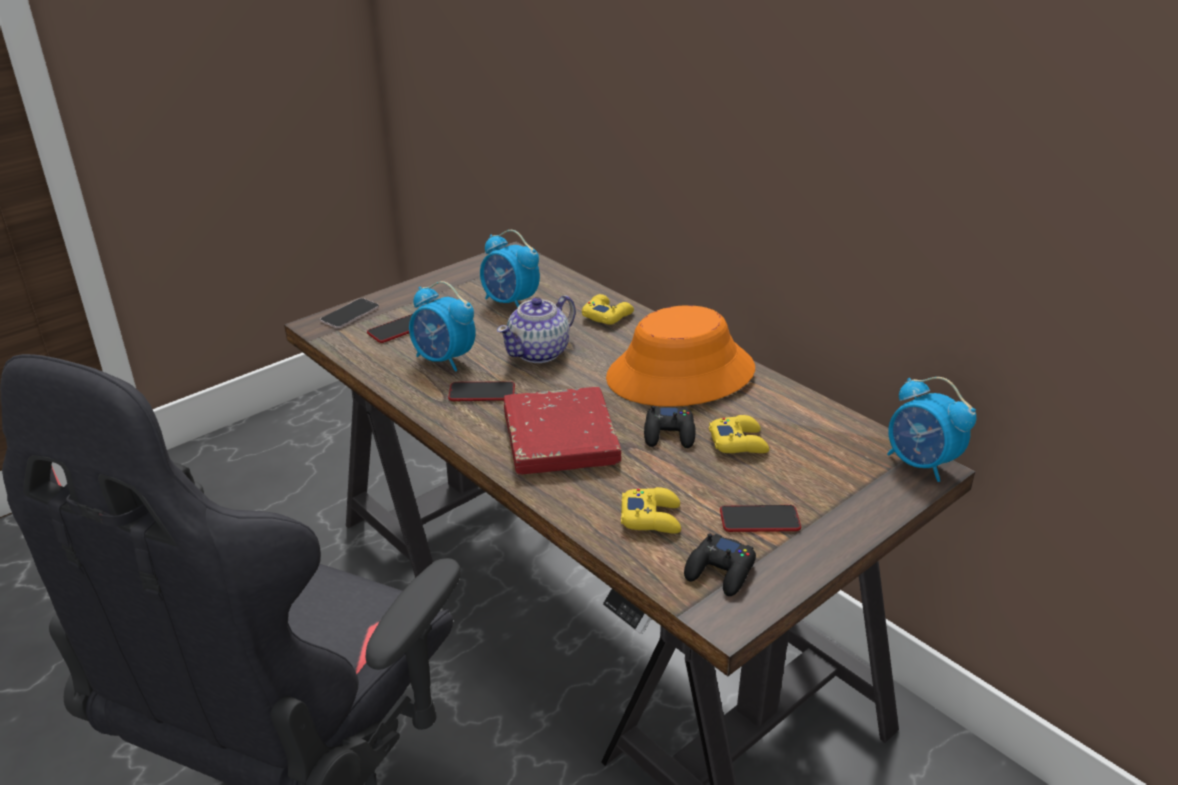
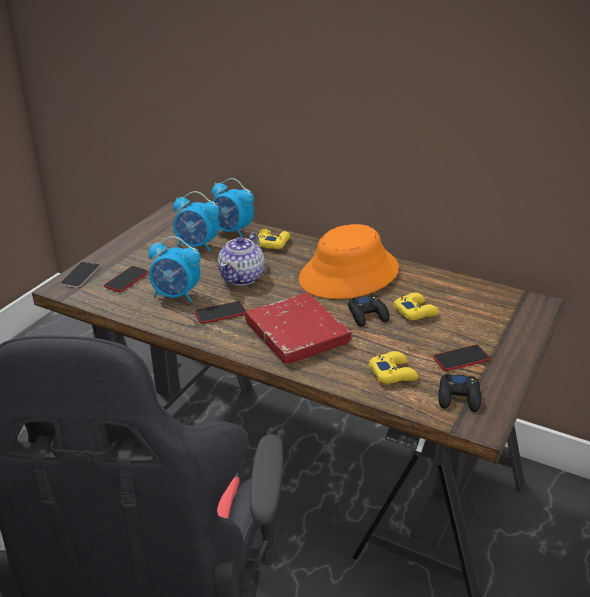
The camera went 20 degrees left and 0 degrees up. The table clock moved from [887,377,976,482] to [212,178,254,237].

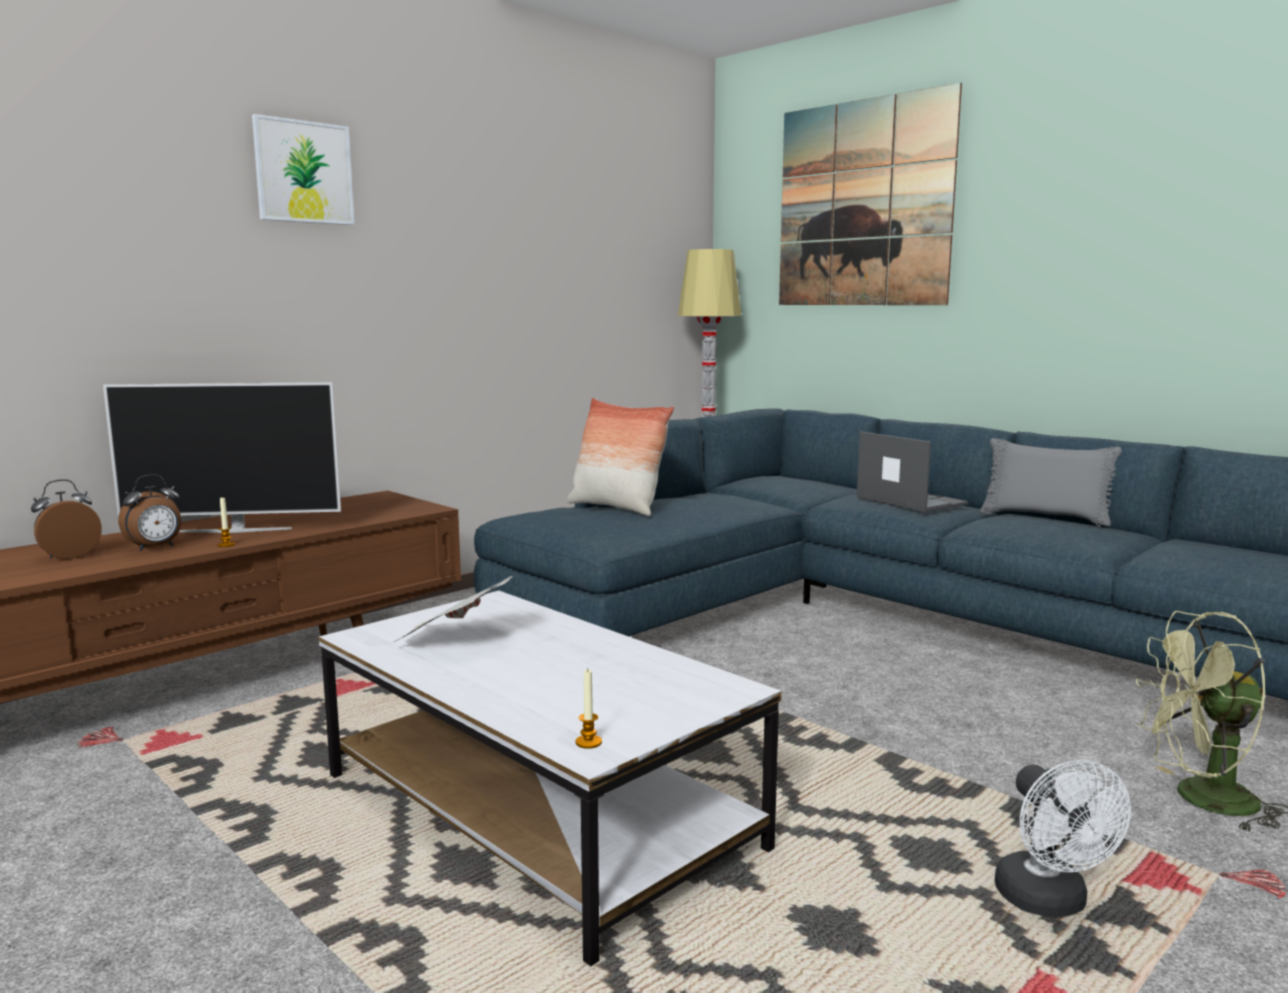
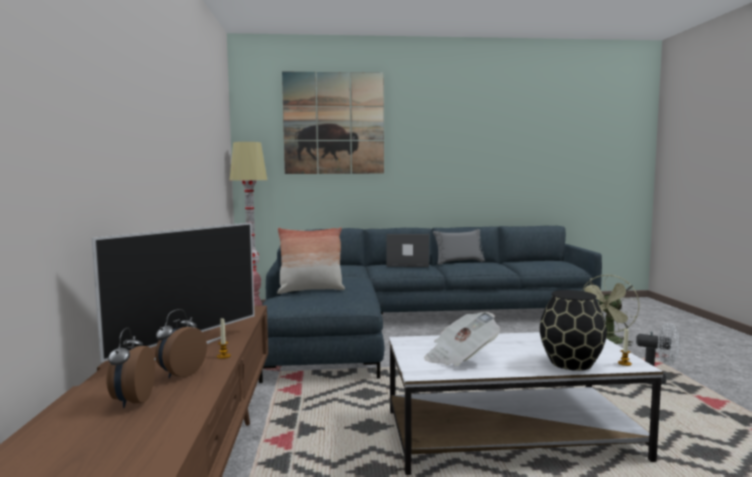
The camera went 50 degrees left and 5 degrees down. The picture at [252,114,354,225] disappeared. The vase (black) at [540,290,607,371] appeared. The table clock at [118,474,182,551] turned 150 degrees counterclockwise.

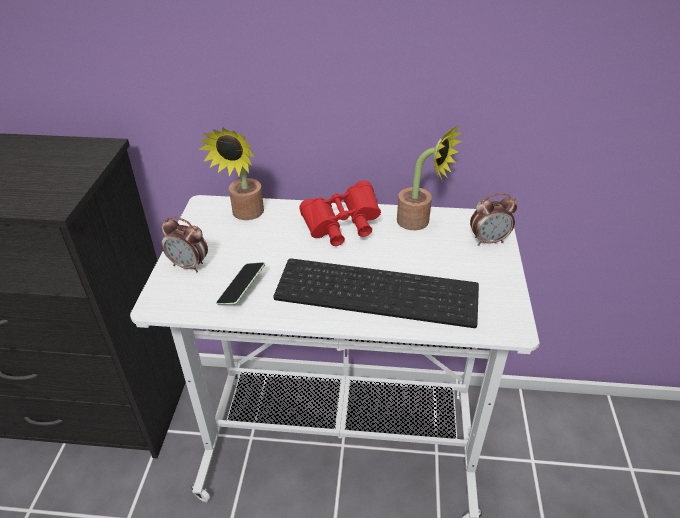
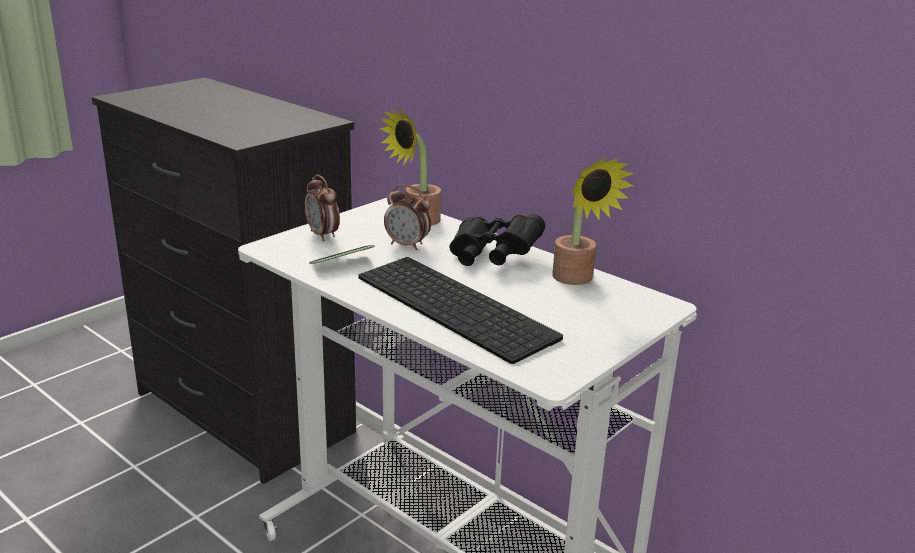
The camera went 35 degrees right and 15 degrees down. The table clock moved from [470,193,517,246] to [384,185,431,250]. The binoculars (red-coloured) at [299,180,381,246] became the binoculars (black) at [450,214,545,266].

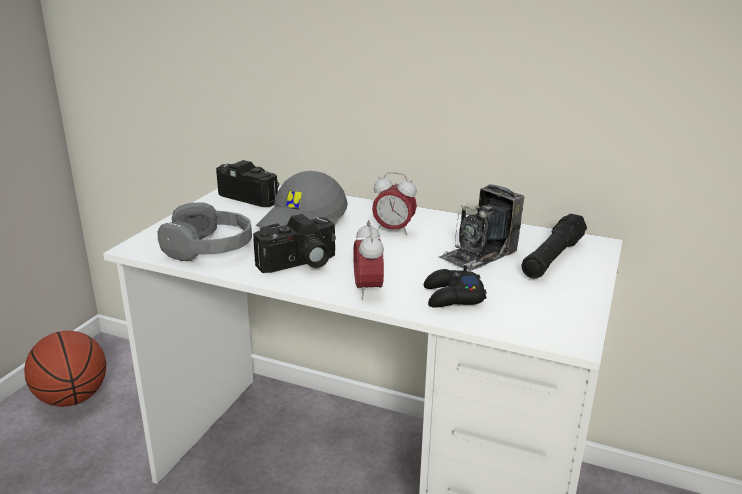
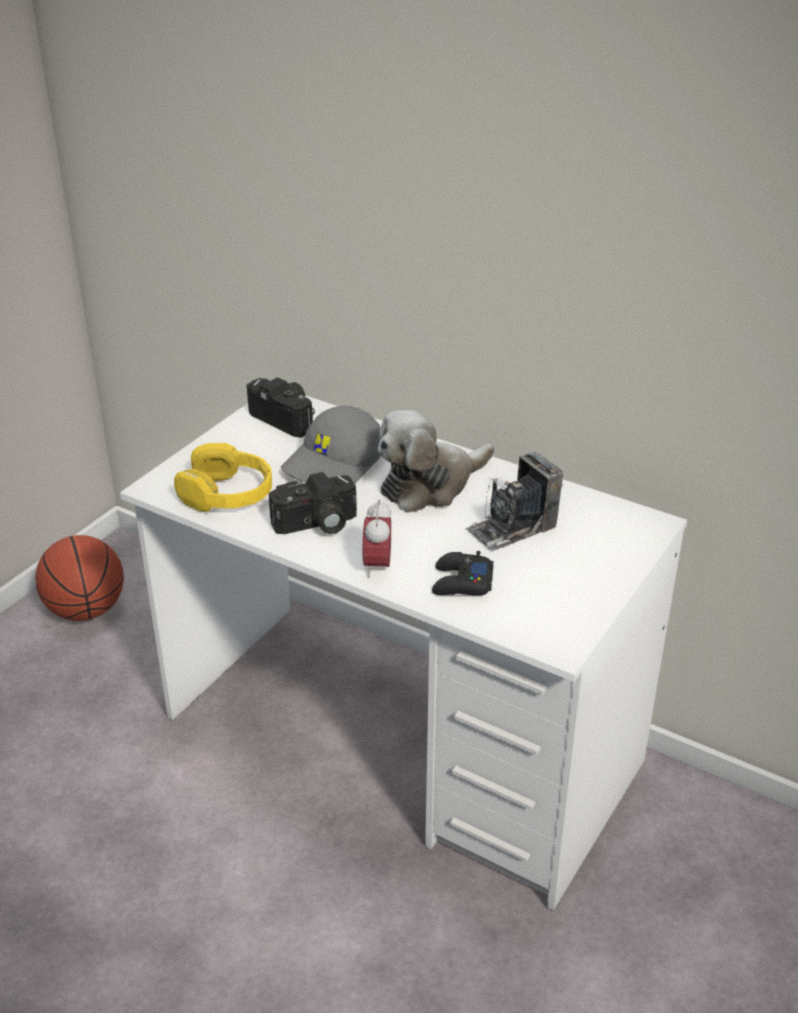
The camera went 10 degrees right and 10 degrees up. The torch (black) at [522,214,587,279] disappeared. The table clock at [372,172,417,235] was replaced by the plush toy at [378,410,494,513]. The headset (gray) at [158,203,252,261] became the headset (yellow) at [174,443,272,512].

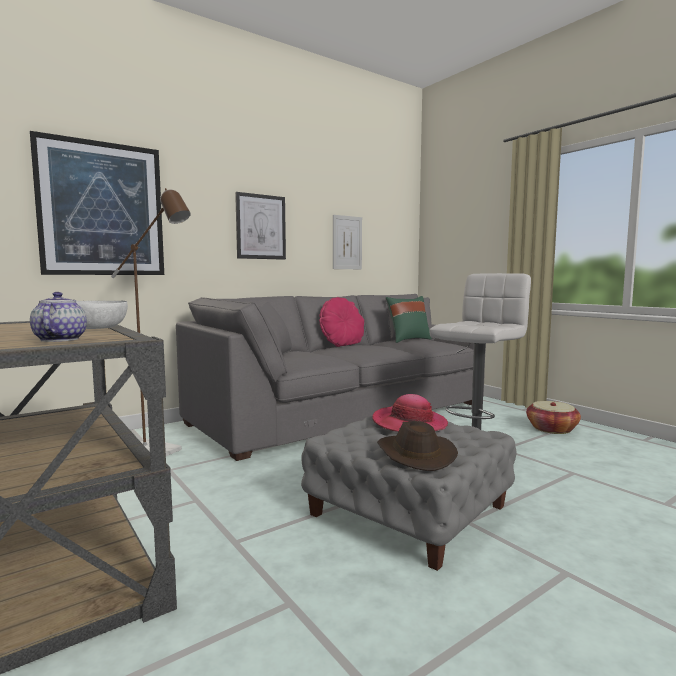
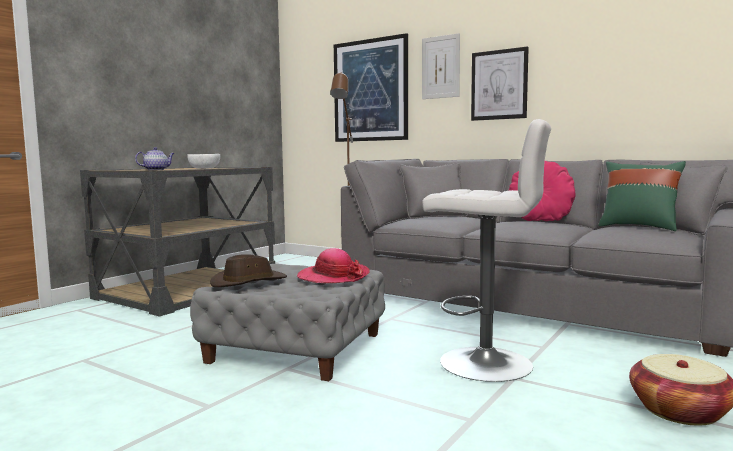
The camera went 70 degrees right and 0 degrees up. The picture moved from [333,215,362,269] to [422,33,460,99].

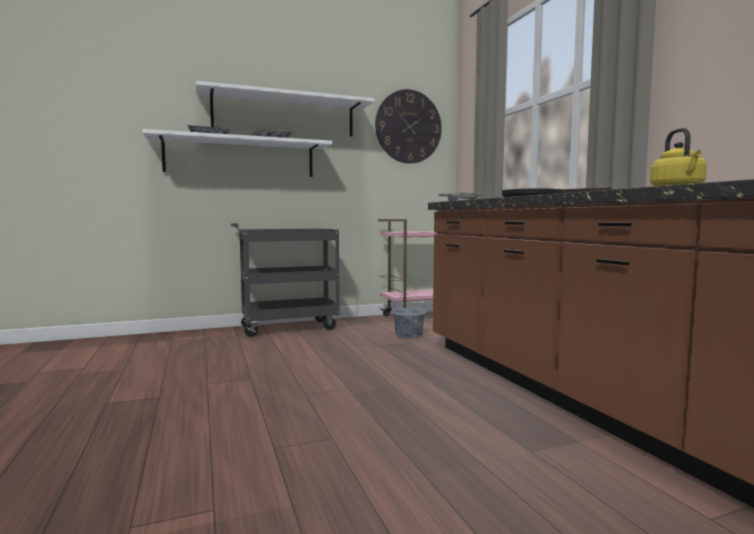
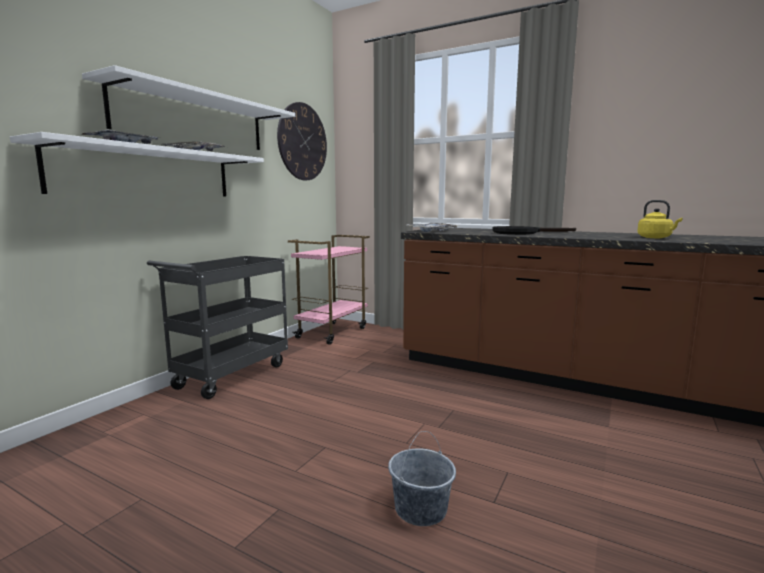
The camera went 40 degrees left and 5 degrees up. The bucket (gray) moved from [392,292,426,338] to [388,431,456,526].

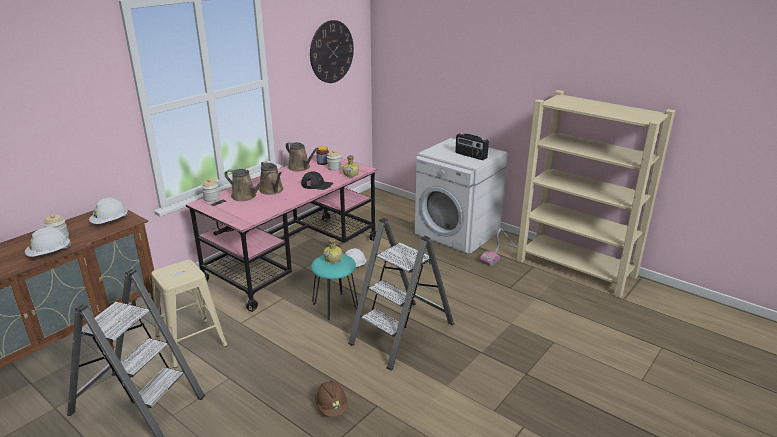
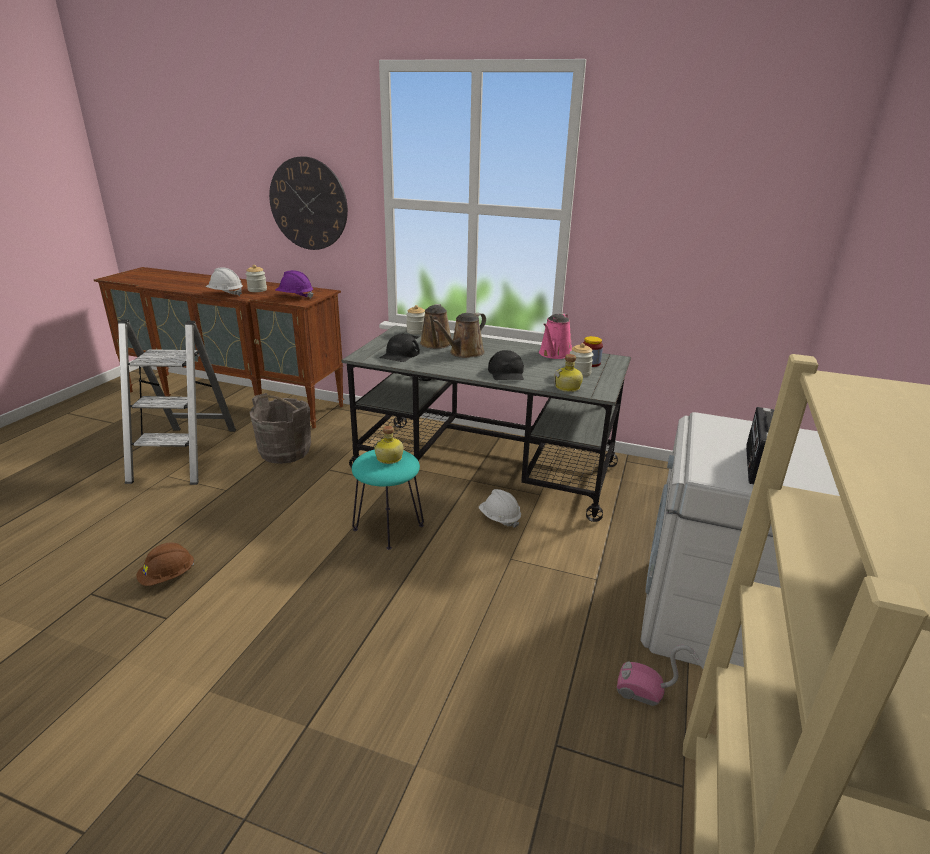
The camera went 70 degrees right and 0 degrees up. The stepladder (gray) at [348,218,454,371] disappeared. The cap (black) at [380,334,420,362] appeared. The clock on the wall moved from [310,20,354,83] to [269,156,348,250]. The stool seat (sand-coloured) at [151,260,228,368] was replaced by the bucket (gray) at [249,393,311,464]. The hard hat (whitish) at [89,198,128,224] became the hard hat (purplish) at [275,270,313,299]. The desk table (pinkish) at [186,155,378,312] became the desk table (gray) at [342,325,631,522]. The watering pot (brownish) at [286,142,319,171] became the watering pot (pinkish) at [539,313,572,359].

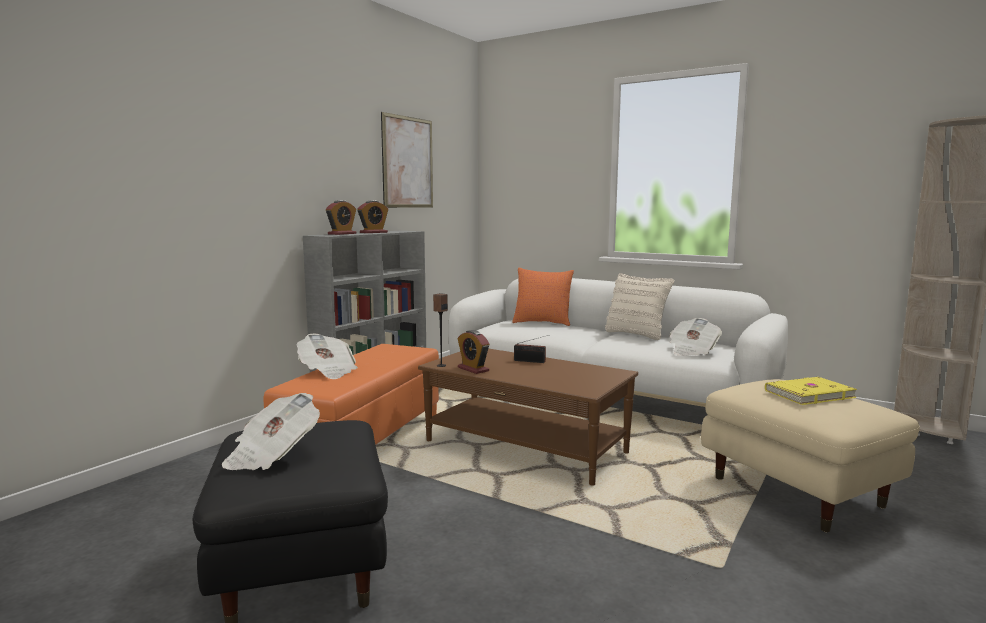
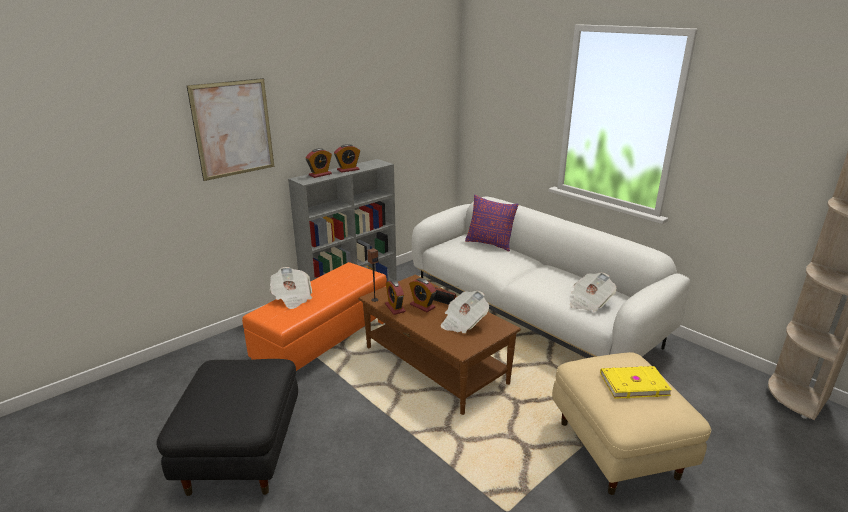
The camera went 15 degrees right and 15 degrees up. The throw pillow (sand-coloured) at [605,273,675,340] disappeared. The table clock at [409,278,436,312] appeared. The daily paper moved from [222,393,320,470] to [441,291,489,333]. The picture moved from [381,112,433,208] to [187,78,274,181]. The throw pillow (orange) at [512,268,574,326] became the throw pillow (purplish) at [465,195,519,252].

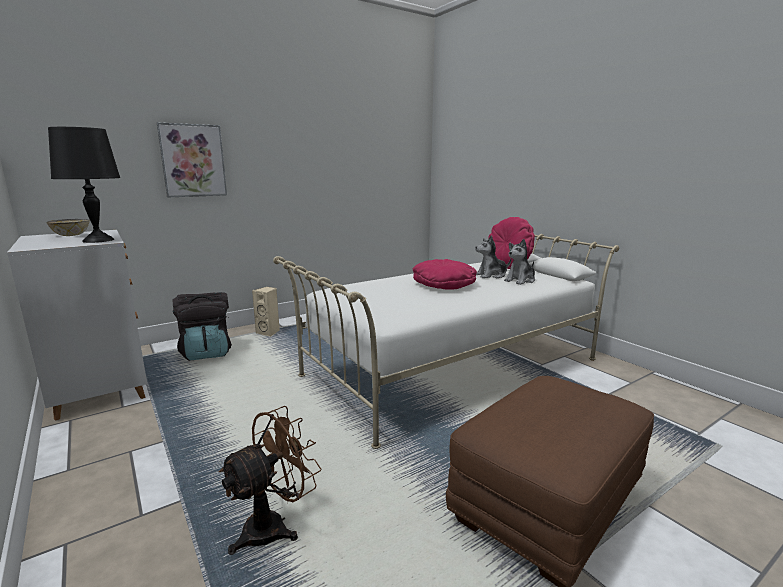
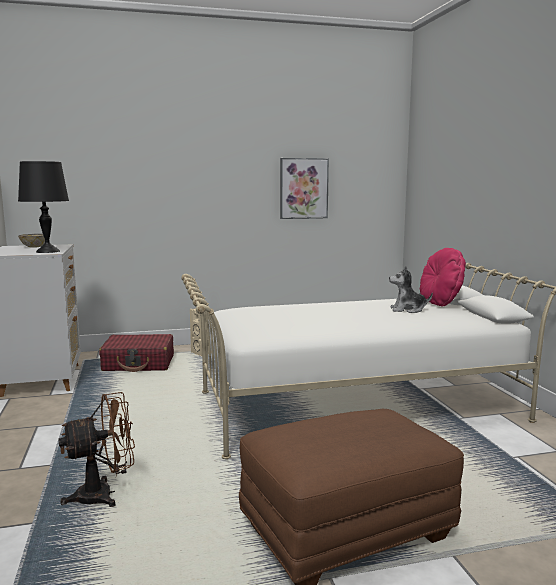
The camera went 20 degrees right and 5 degrees down. The throw pillow (pinkish) at [413,259,477,290] disappeared. The plush toy at [504,239,535,285] disappeared. The picture moved from [157,122,227,197] to [280,158,329,219]. The knapsack (black) at [173,292,232,361] was replaced by the travel case (red-coloured) at [99,334,174,372].

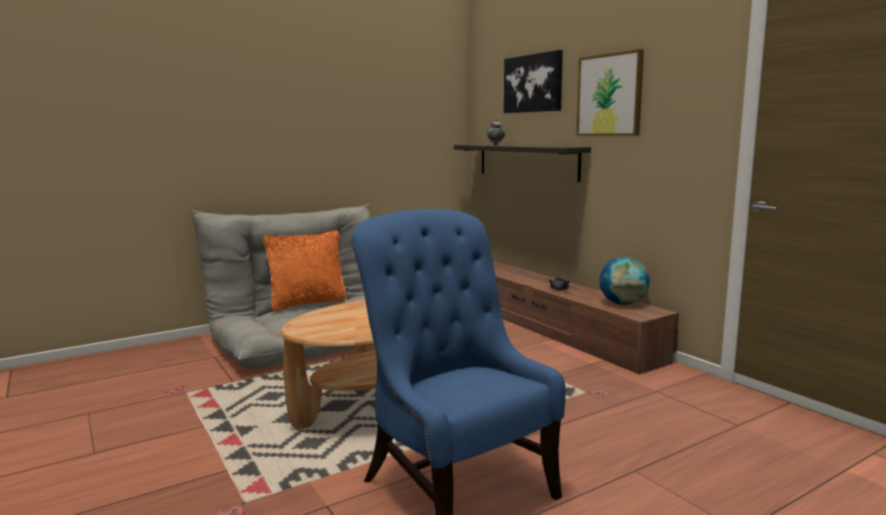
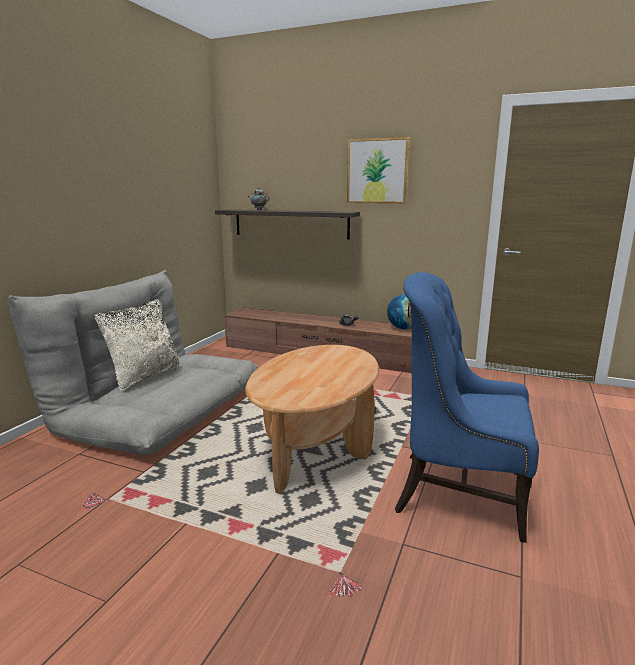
The camera went 35 degrees left and 5 degrees up. The picture at [504,50,563,113] disappeared. The throw pillow (orange) at [263,230,347,311] became the throw pillow (sand-coloured) at [95,299,180,391].

